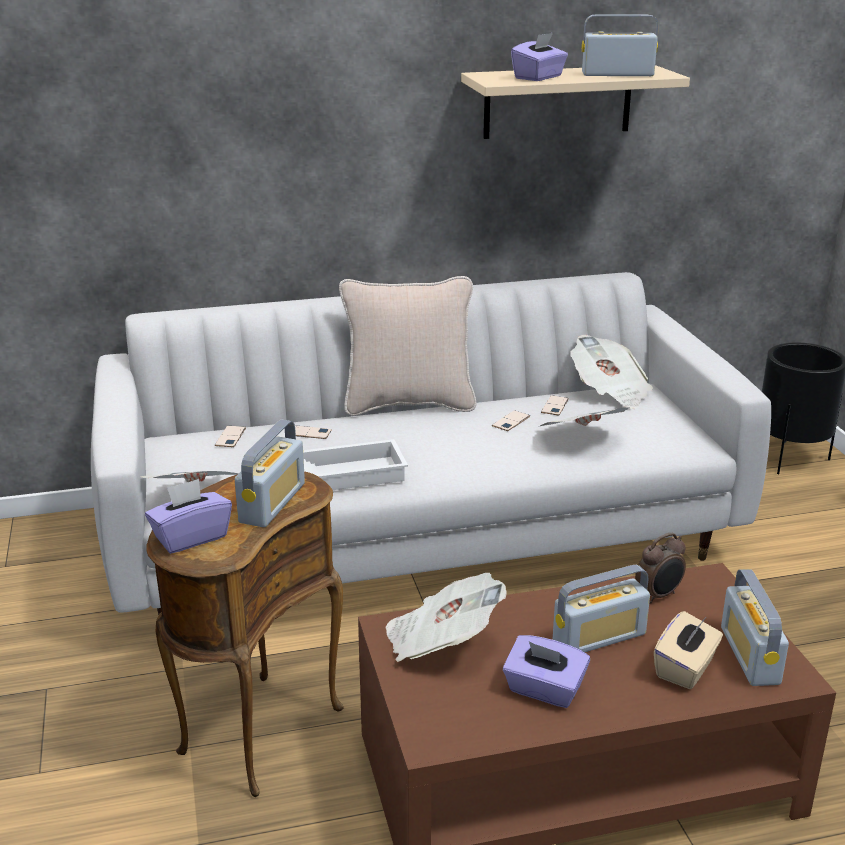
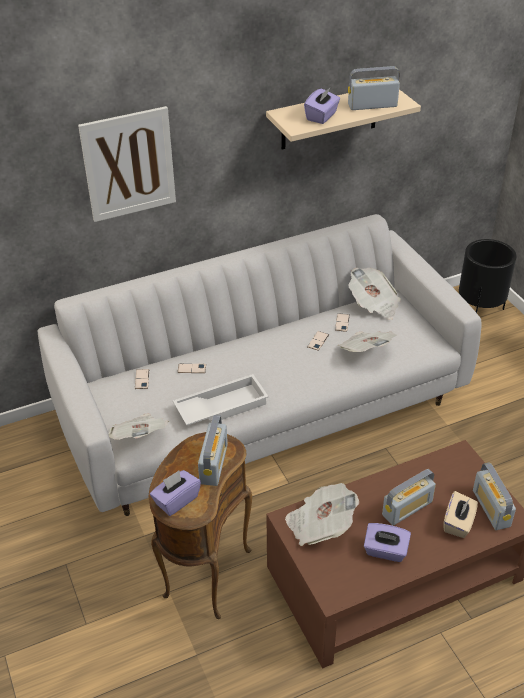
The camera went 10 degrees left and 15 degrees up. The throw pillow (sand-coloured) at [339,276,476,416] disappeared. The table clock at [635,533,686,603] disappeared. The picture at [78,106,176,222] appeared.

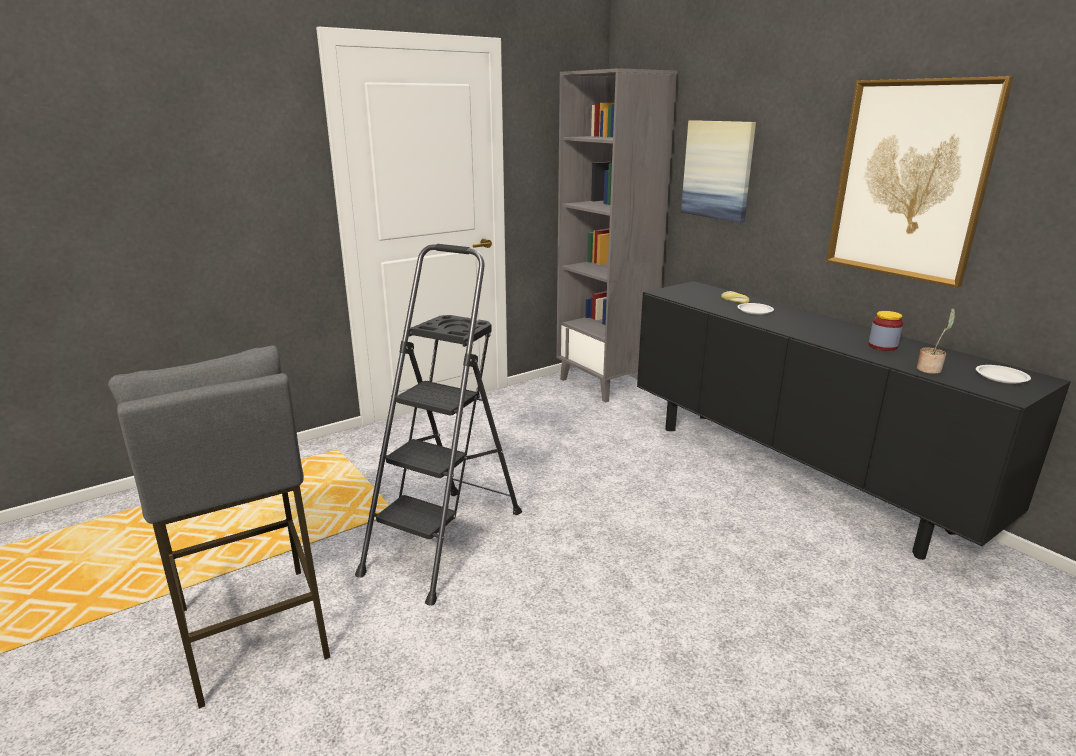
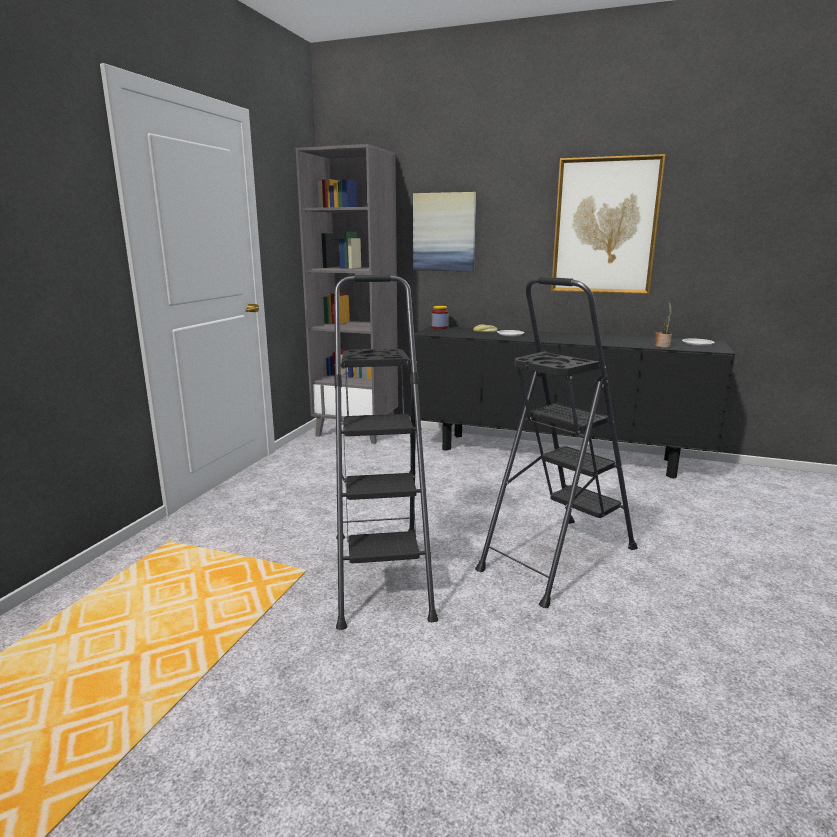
The camera went 35 degrees left and 5 degrees down. The stool seat (gray) at [108,345,331,709] disappeared. The stepladder at [475,277,638,608] appeared. The preserve jar moved from [868,311,903,351] to [432,306,449,329].

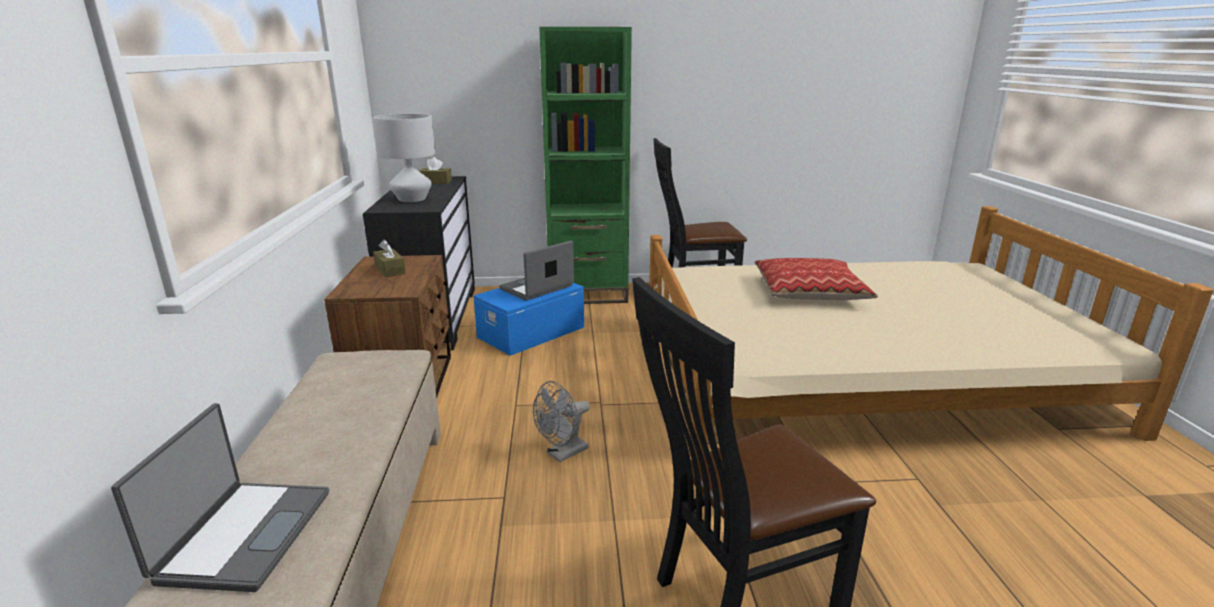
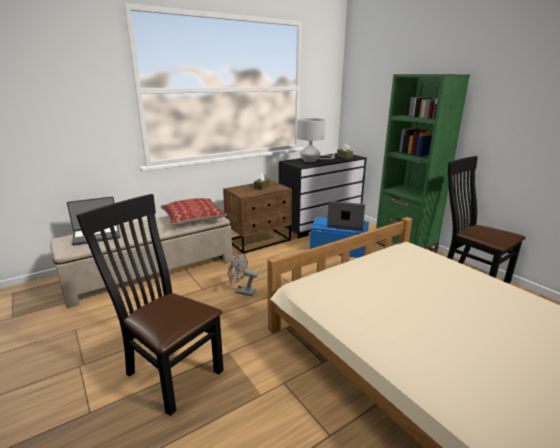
The camera went 60 degrees right and 0 degrees up. The throw pillow moved from [755,258,878,300] to [161,198,227,225].

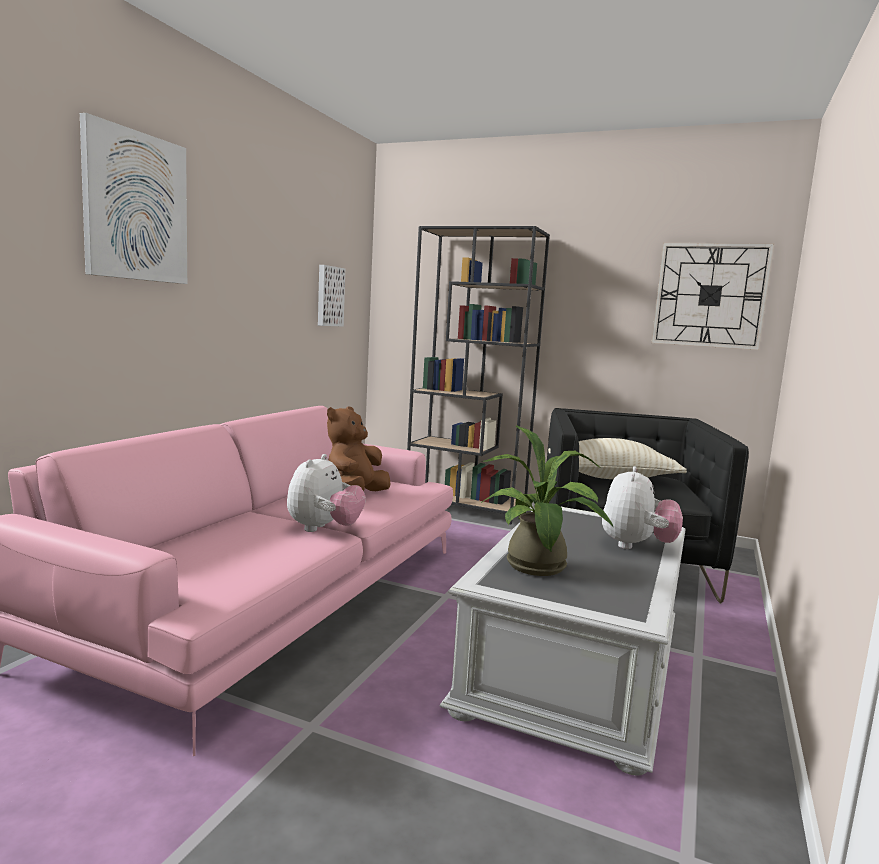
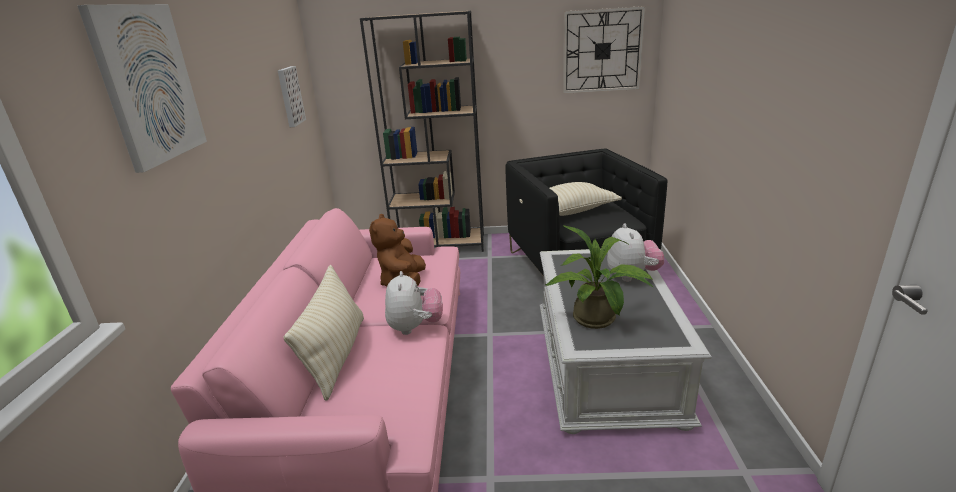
The camera went 20 degrees left and 15 degrees up. The throw pillow (sand-coloured) at [283,265,364,401] appeared.

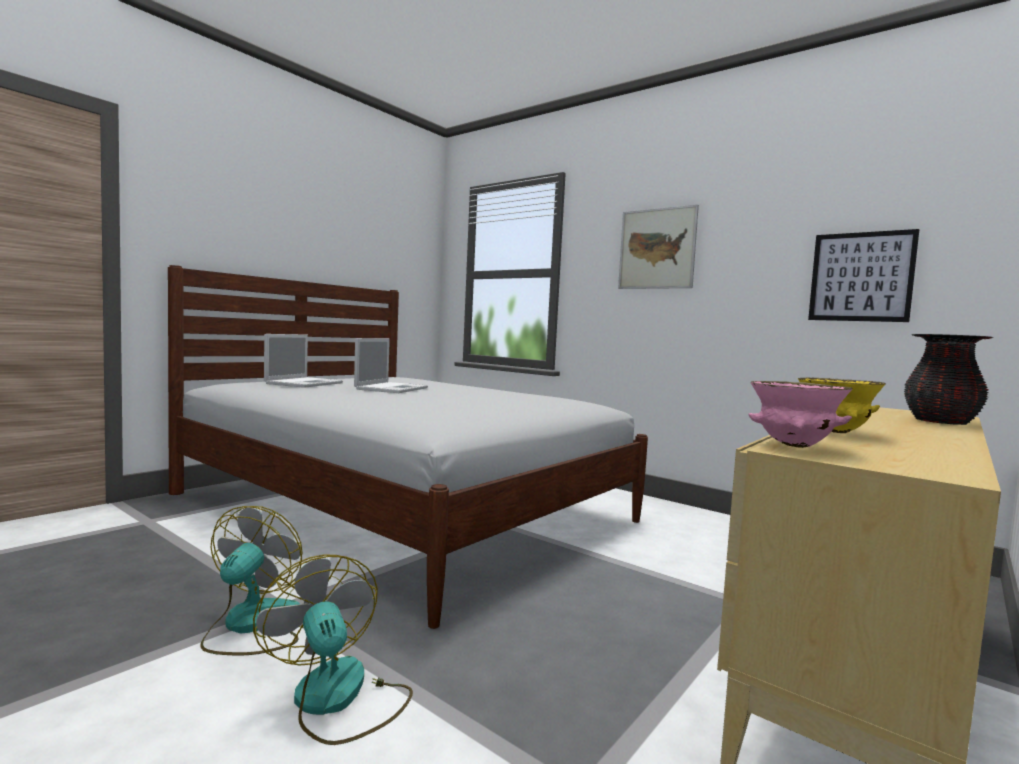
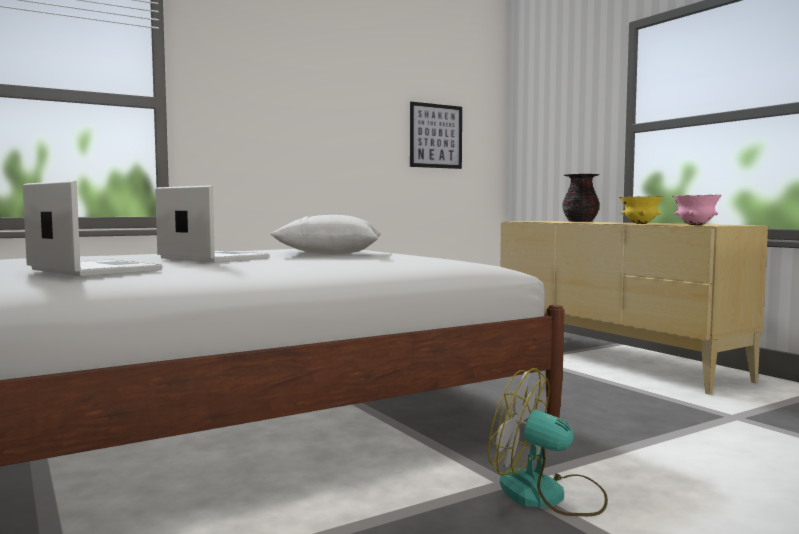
The camera went 70 degrees left and 0 degrees up. The fan at [253,554,413,745] disappeared. The picture at [618,205,699,289] disappeared. The throw pillow (gray) at [271,215,381,255] appeared.

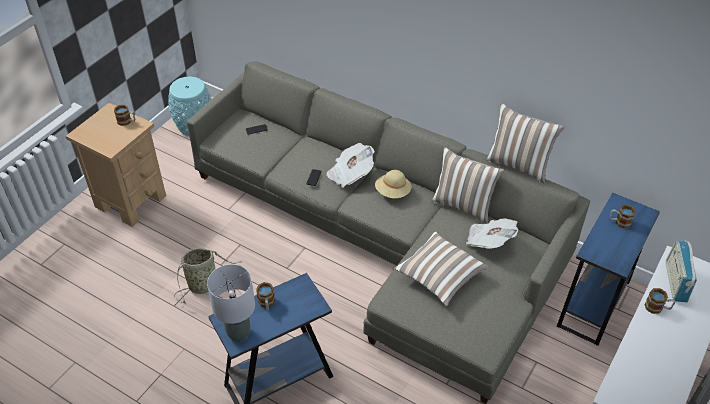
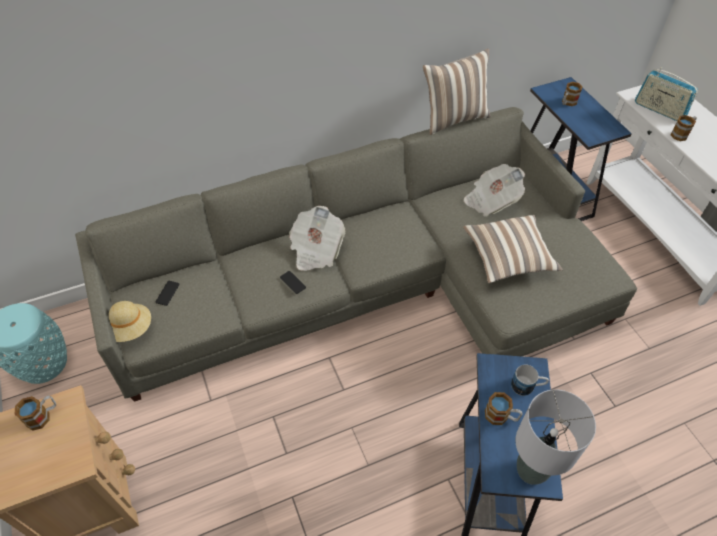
The camera went 55 degrees left and 5 degrees up. The storage basket at [174,248,243,304] disappeared. The throw pillow at [432,147,504,224] disappeared. The coffee mug at [511,364,549,396] appeared. The clothing hat (sand-coloured) moved from [375,170,412,198] to [109,301,151,342].

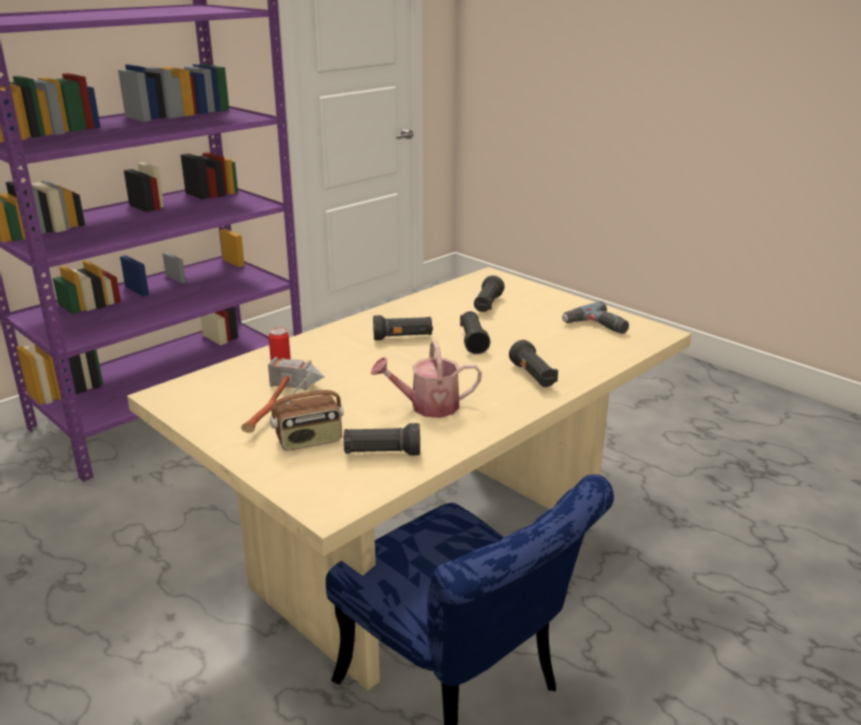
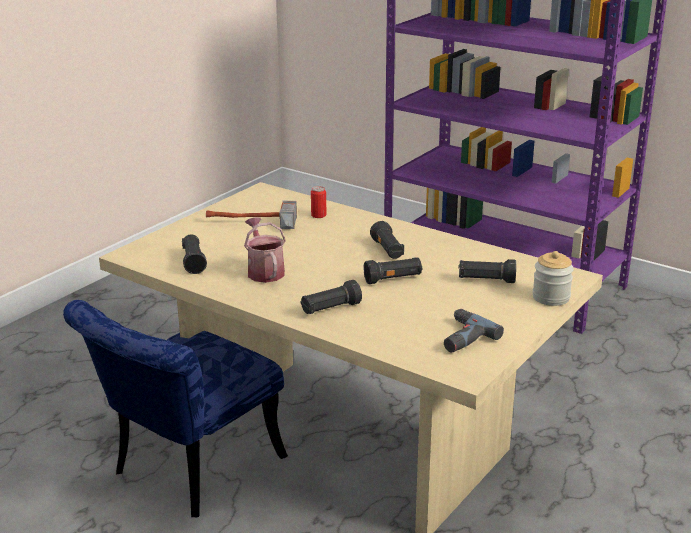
The camera went 80 degrees right and 0 degrees up. The radio set at [270,369,344,451] disappeared. The preserve jar at [532,251,574,306] appeared.

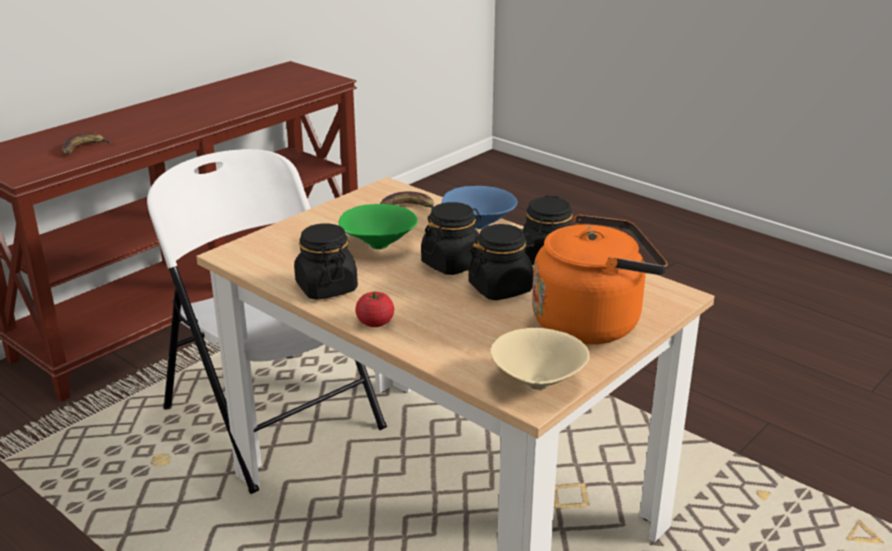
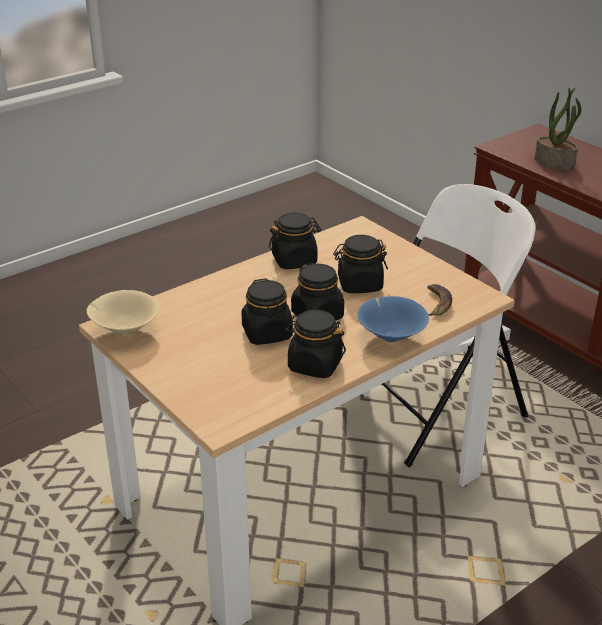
The camera went 100 degrees right and 5 degrees up. The tomato at [355,292,394,327] disappeared. The tea kettle (orange) at [532,214,668,345] disappeared. The whole banana at [62,133,114,155] was replaced by the potted plant at [535,88,582,170]. The serving bowl (greenish) at [339,204,418,249] was replaced by the preserve jar (black) at [333,235,388,293].

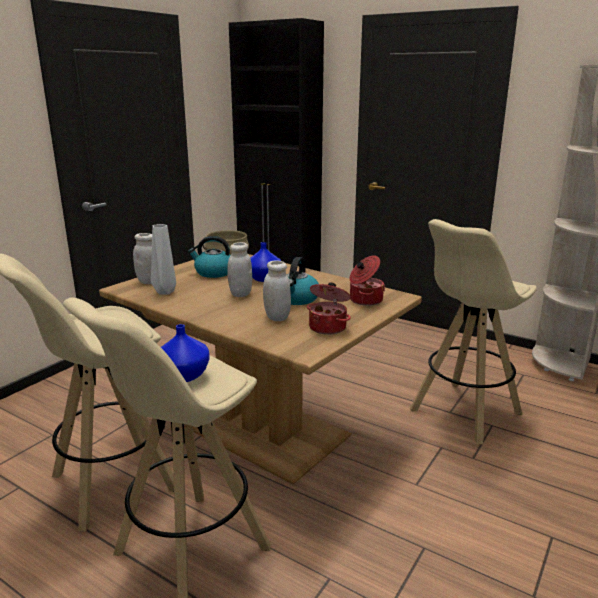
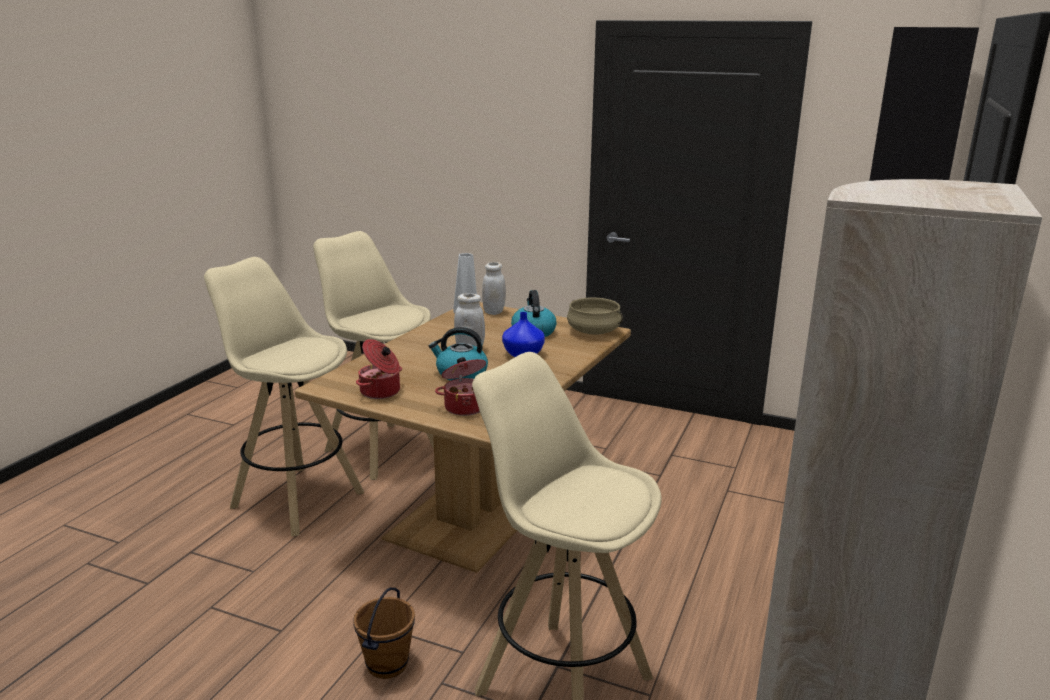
The camera went 80 degrees right and 0 degrees up. The vase (blue-coloured) at [161,324,210,382] disappeared. The preserve jar (whitish) at [263,260,291,321] disappeared. The bucket (brownish) at [353,587,415,679] appeared.

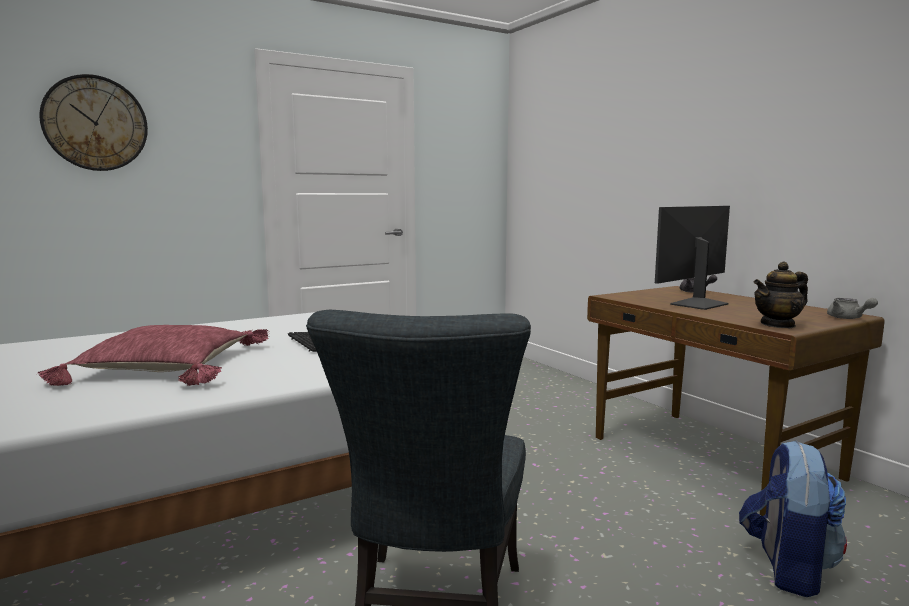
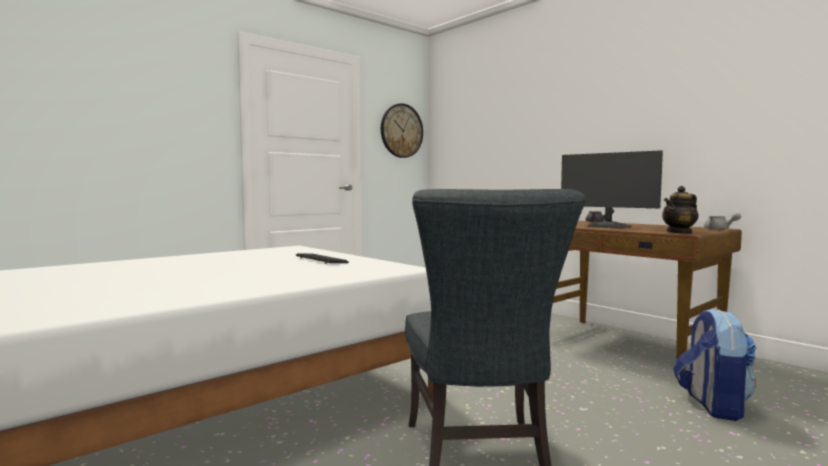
The camera went 10 degrees left and 5 degrees down. The throw pillow (red-coloured) at [38,325,270,386] disappeared. The clock on the wall moved from [39,74,148,171] to [381,103,423,158]. The computer screen at [655,206,730,310] turned 90 degrees counterclockwise.

